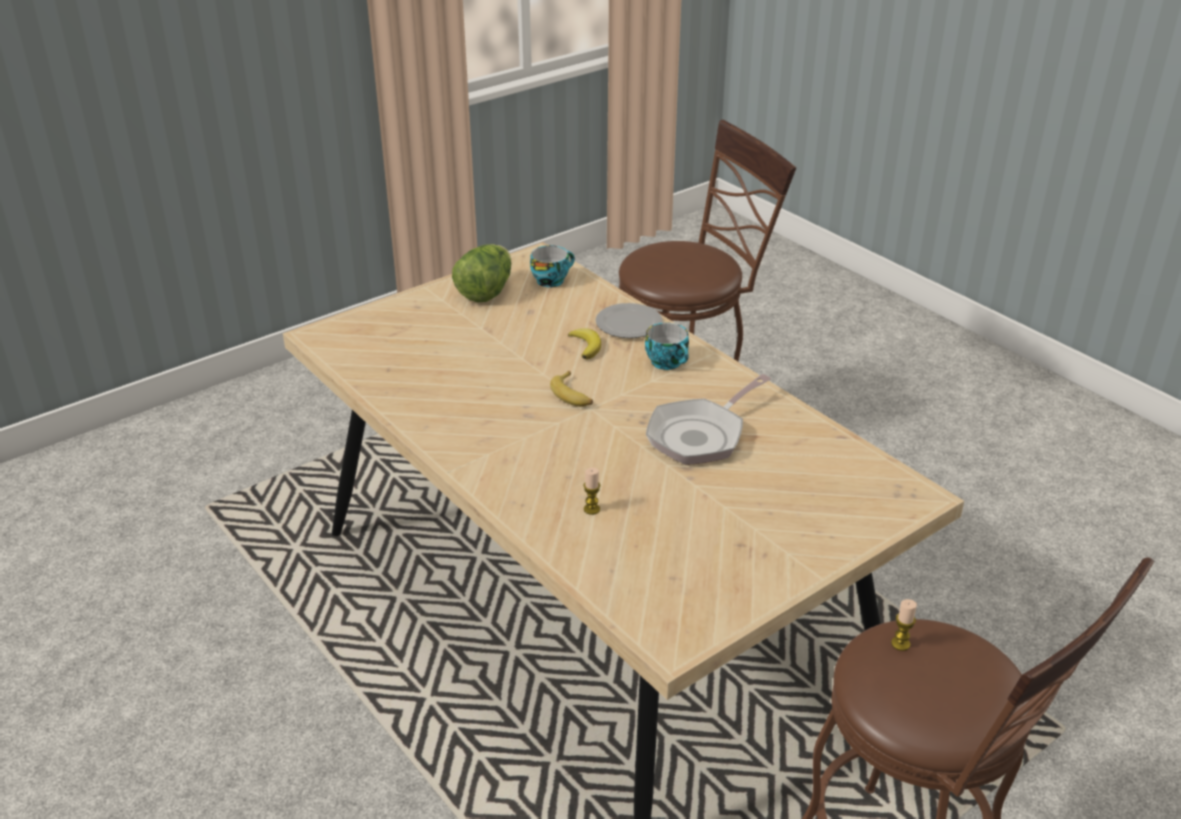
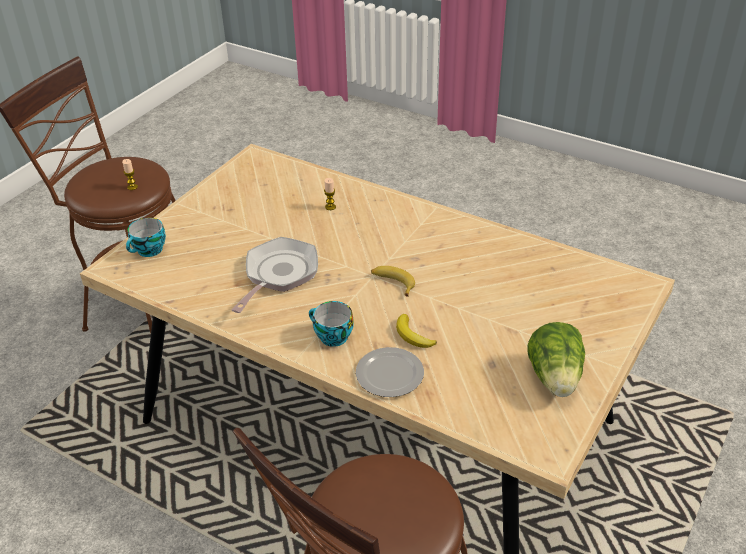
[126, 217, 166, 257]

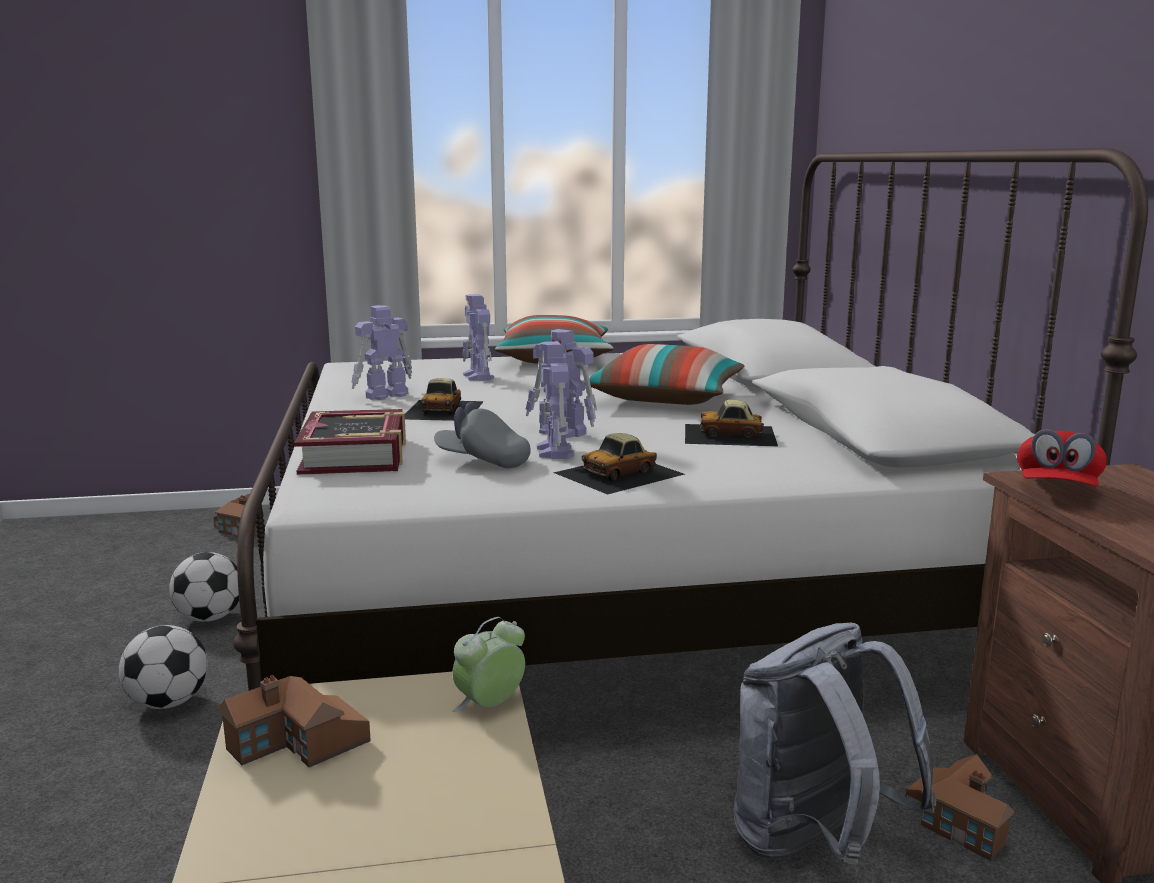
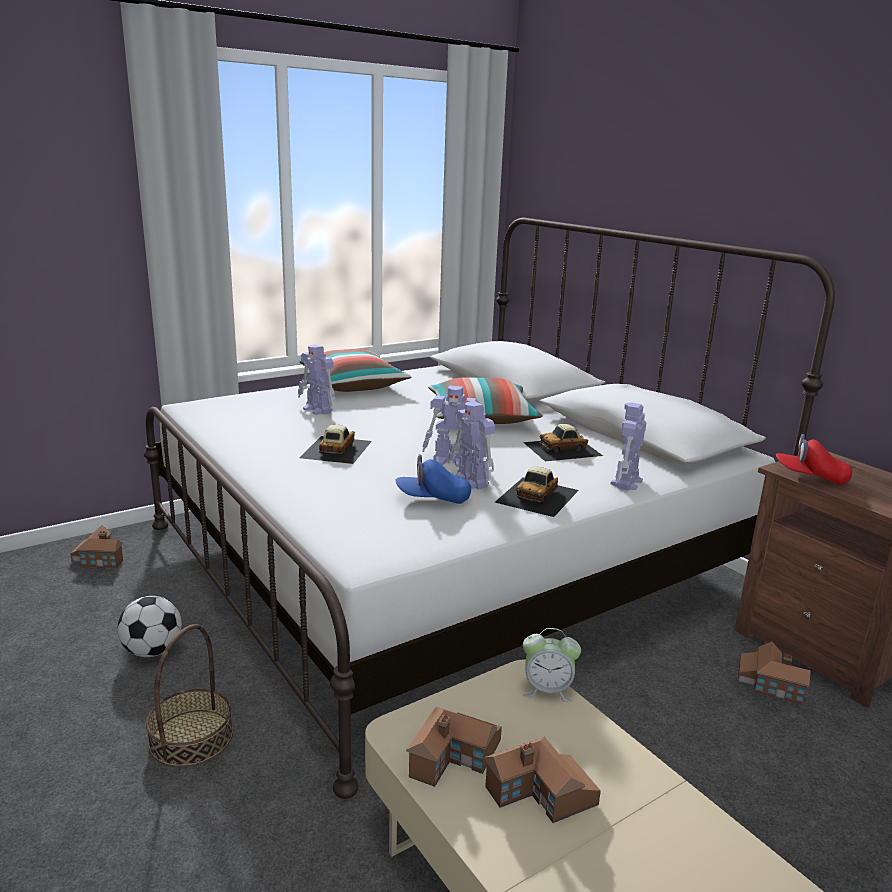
[146, 624, 233, 767]
[300, 425, 372, 464]
[395, 454, 471, 504]
[484, 737, 601, 823]
[523, 628, 581, 702]
[611, 403, 646, 491]
[776, 434, 852, 485]
[294, 409, 406, 475] (first image)
[733, 623, 937, 865] (first image)

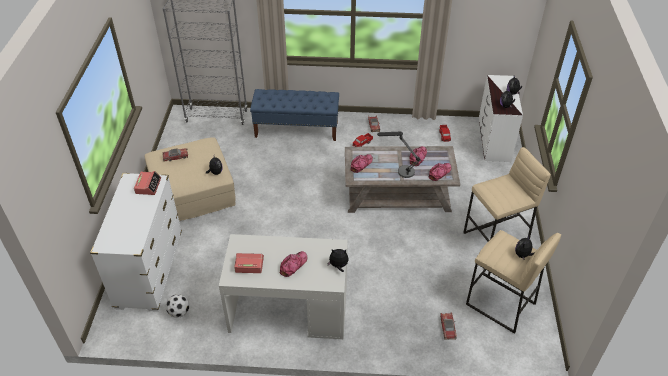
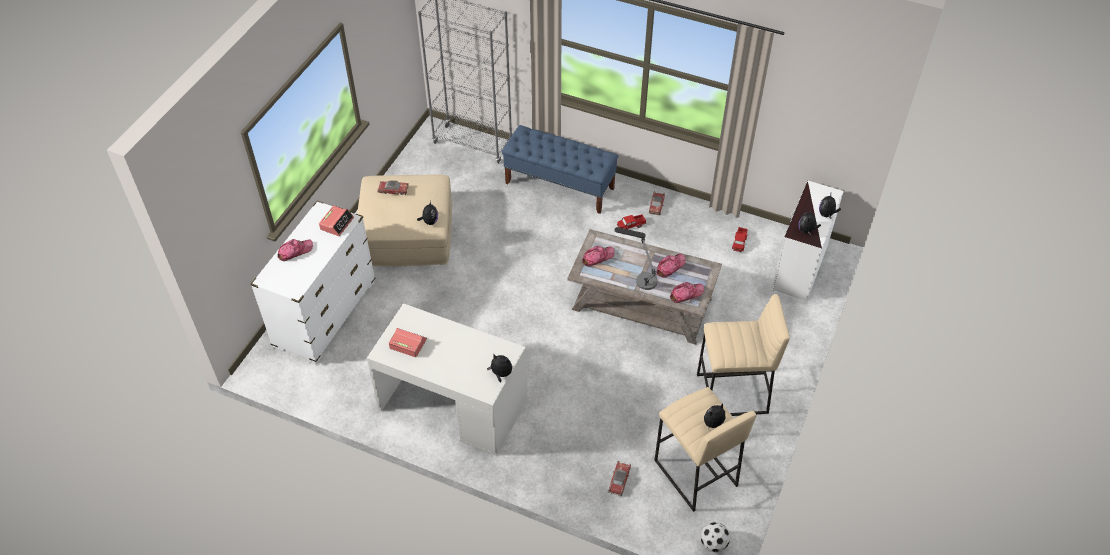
[278, 239, 313, 261]
[701, 522, 730, 552]

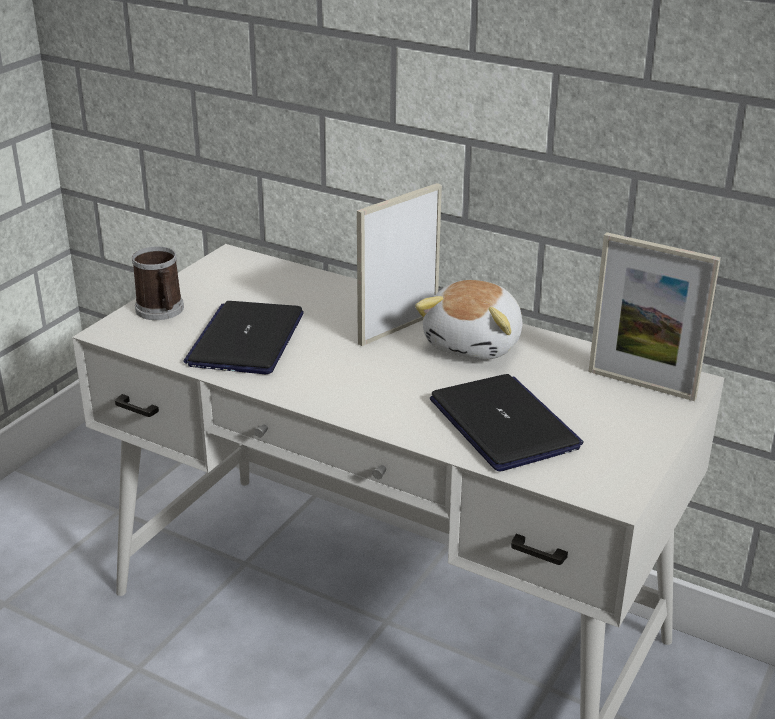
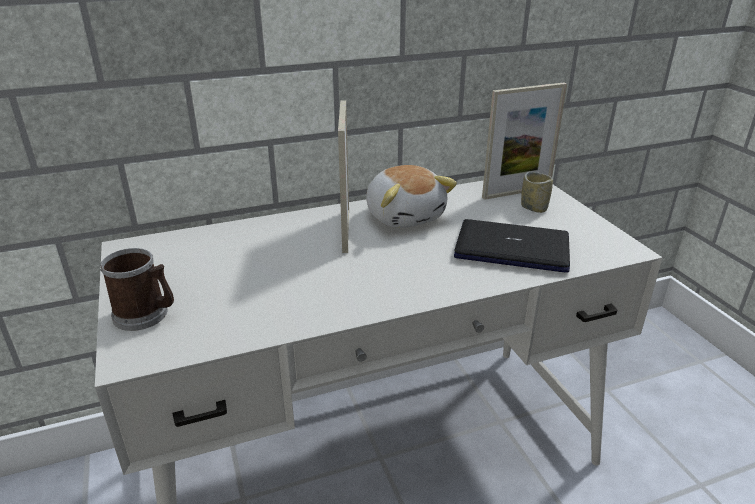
[521, 172, 553, 213]
[183, 301, 304, 374] (first image)

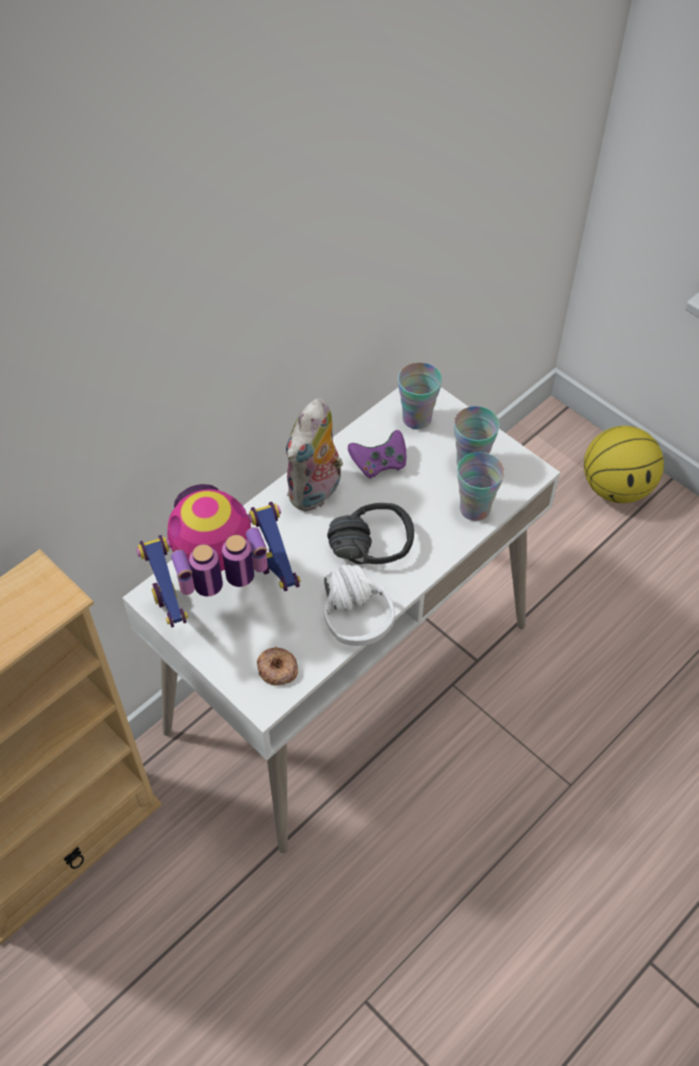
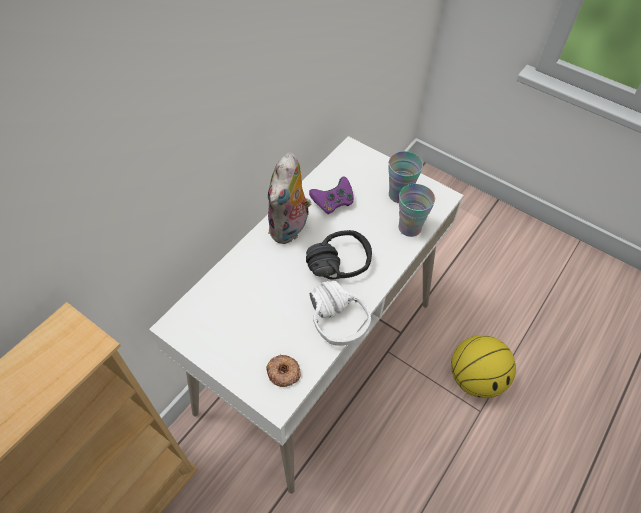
[451, 335, 516, 398]
[136, 484, 301, 628] (first image)
[398, 362, 442, 430] (first image)

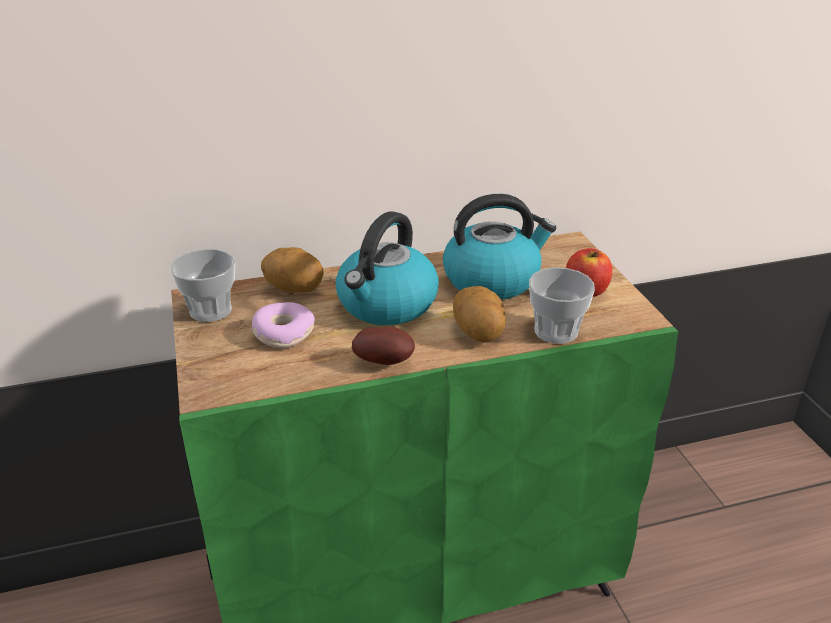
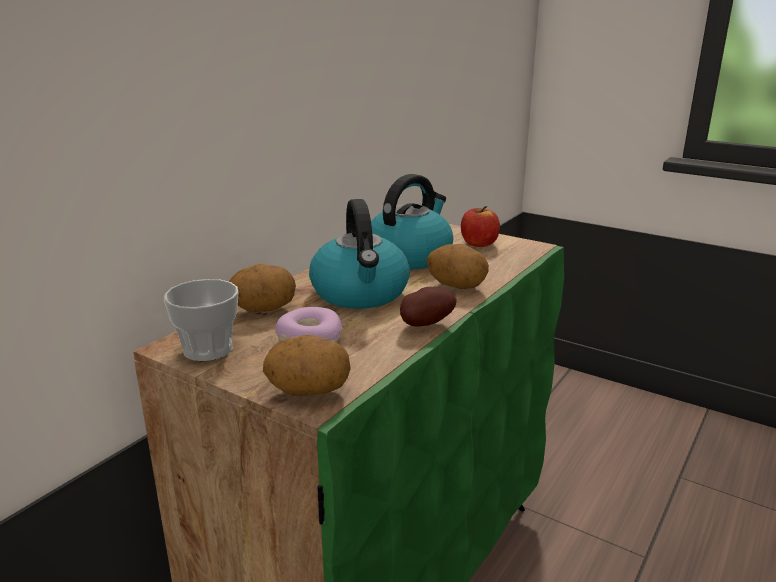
[263, 335, 351, 396]
[529, 267, 595, 344] (first image)

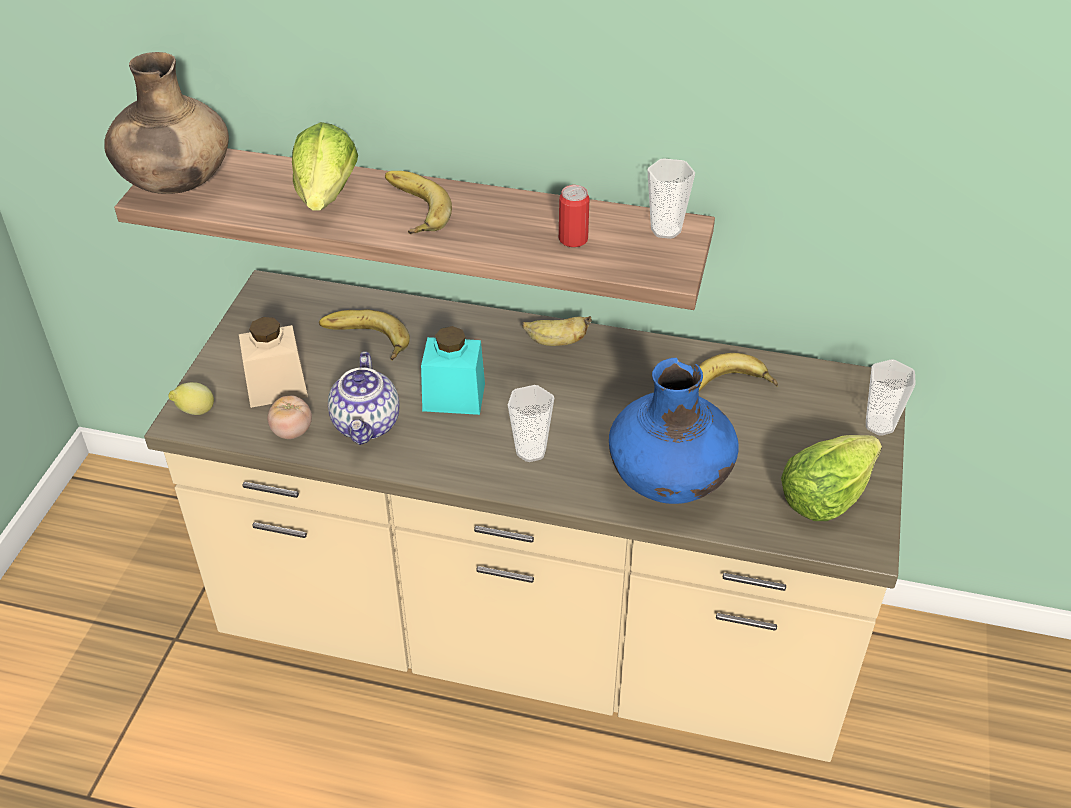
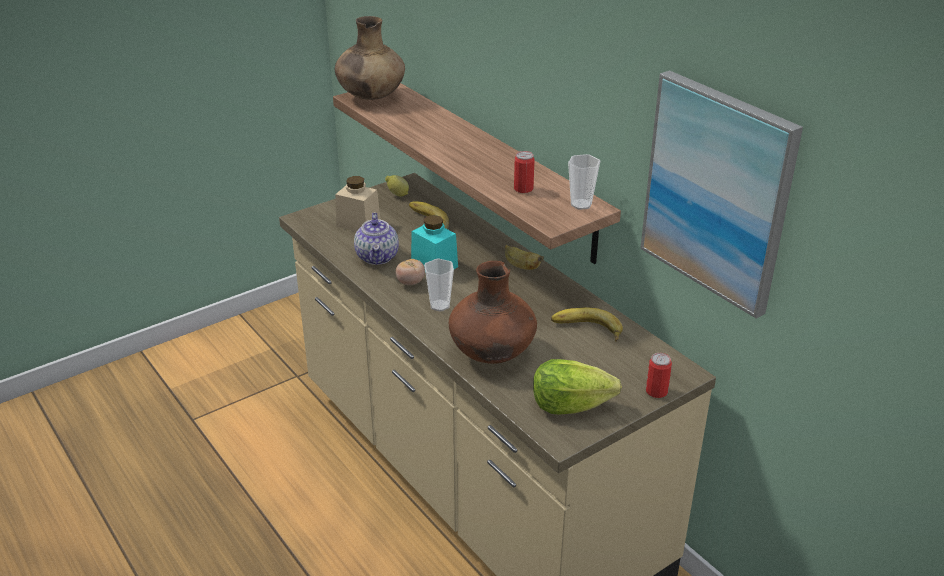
[354, 212, 399, 265]
[385, 175, 409, 196]
[396, 259, 425, 285]
[449, 261, 537, 364]
[640, 70, 803, 319]
[646, 353, 672, 398]
[292, 122, 358, 211] (first image)
[385, 171, 452, 234] (first image)

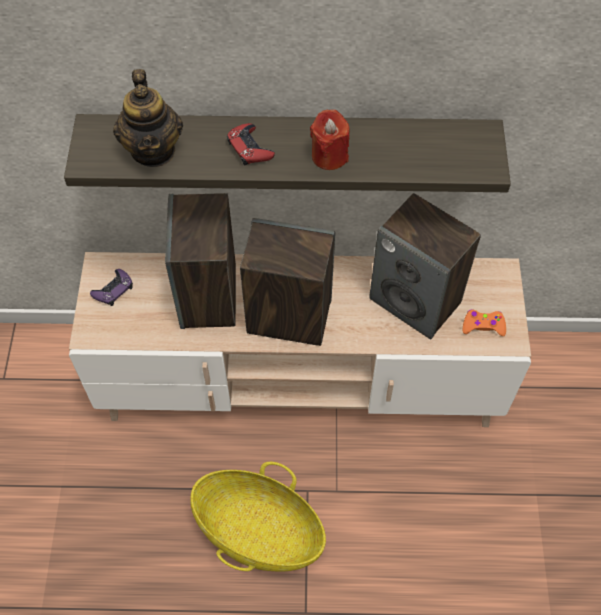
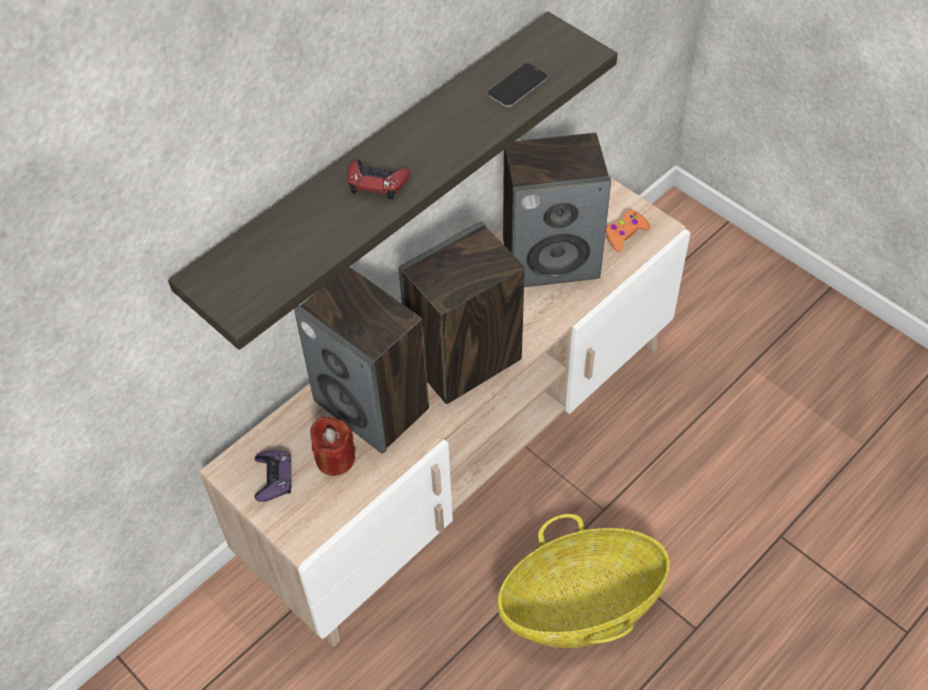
[310, 416, 356, 476]
[488, 63, 548, 107]
[113, 69, 183, 167] (first image)

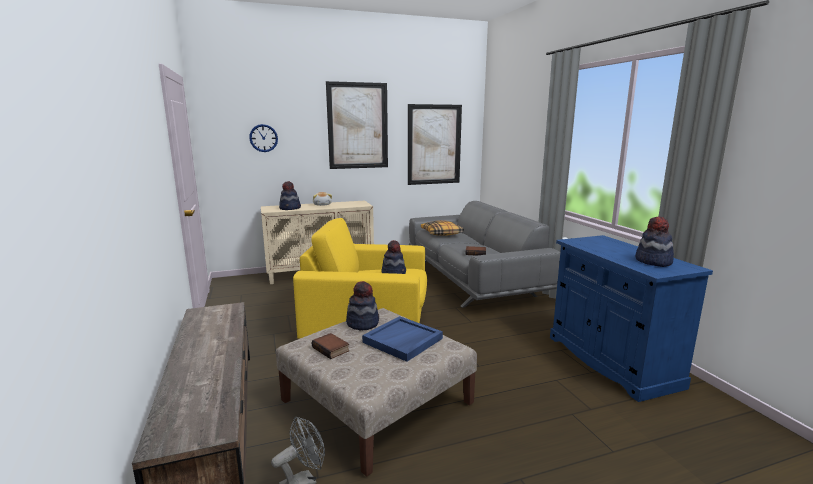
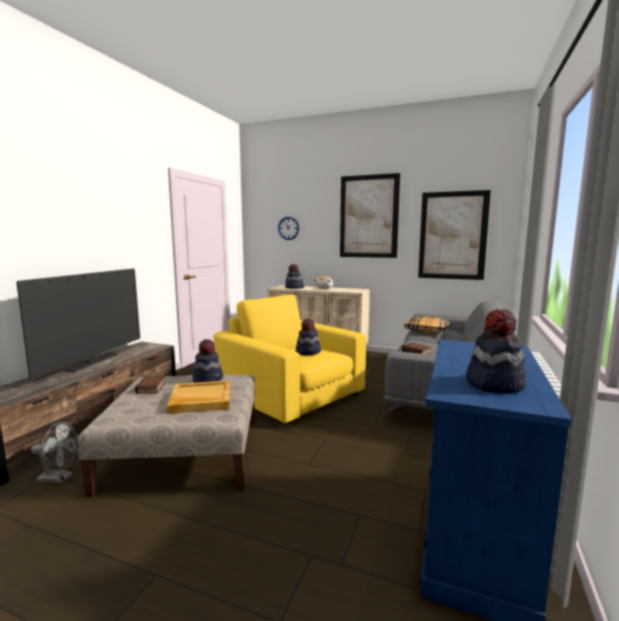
[16, 269, 140, 379]
[167, 380, 230, 414]

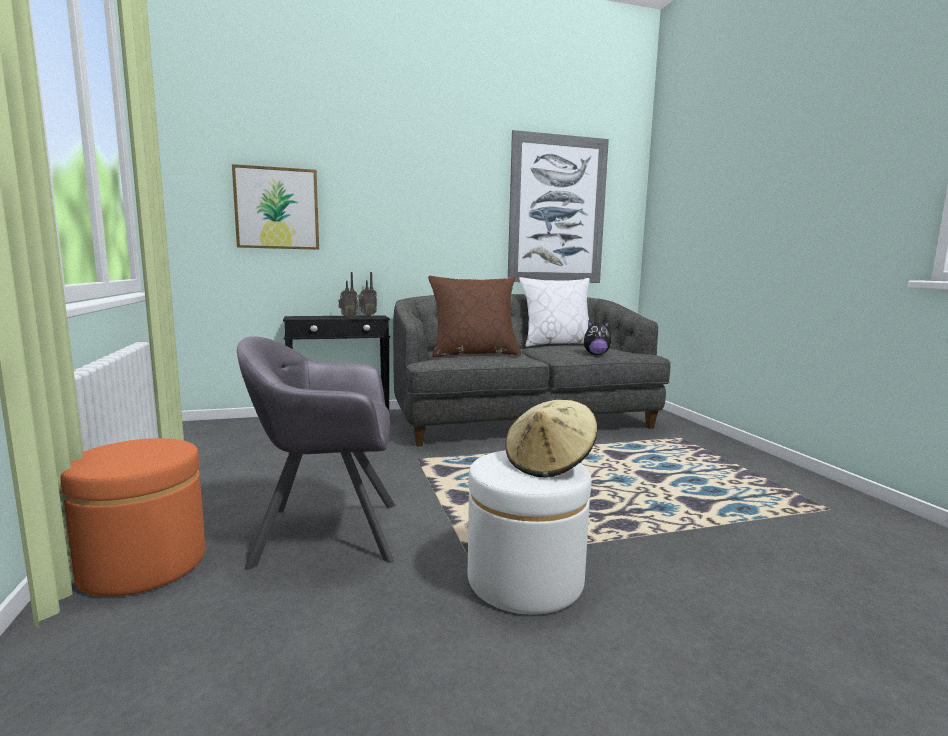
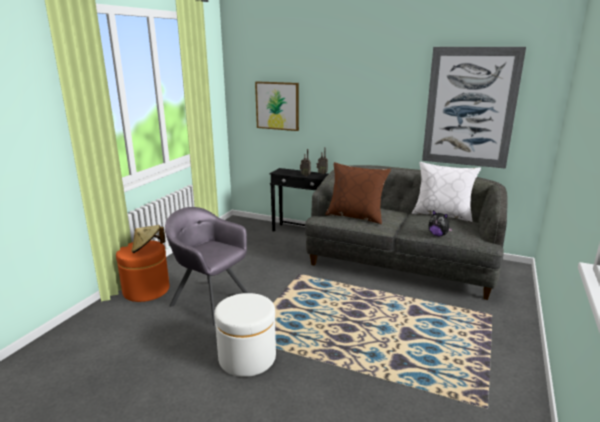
[132, 225, 165, 253]

